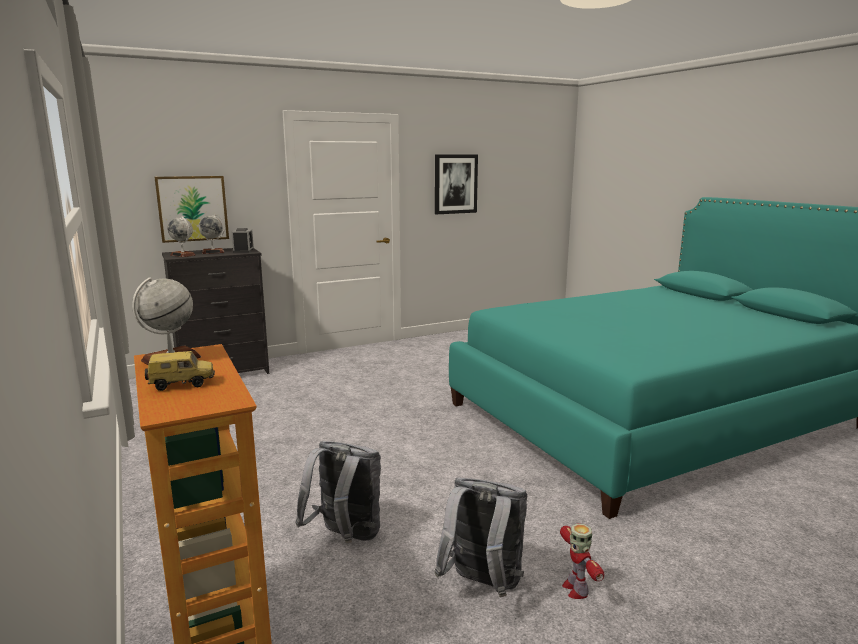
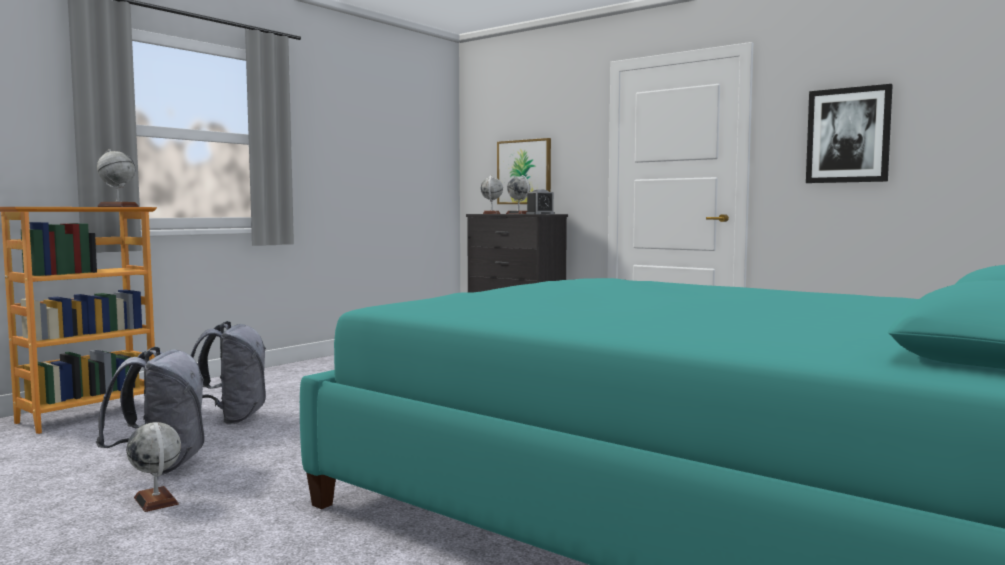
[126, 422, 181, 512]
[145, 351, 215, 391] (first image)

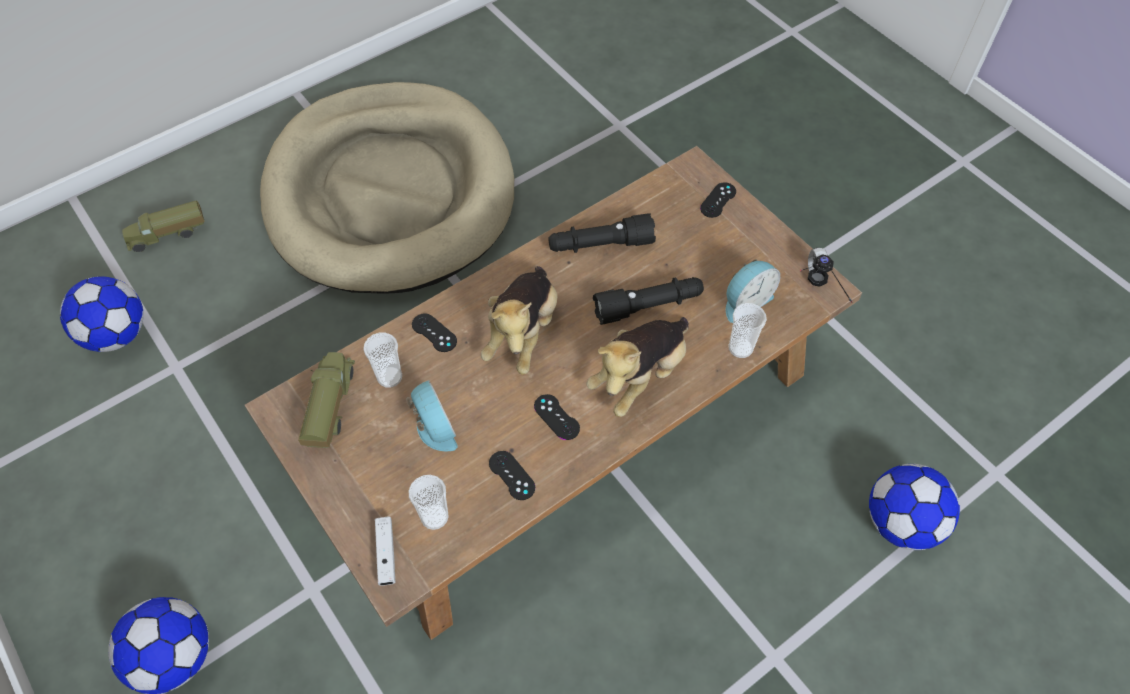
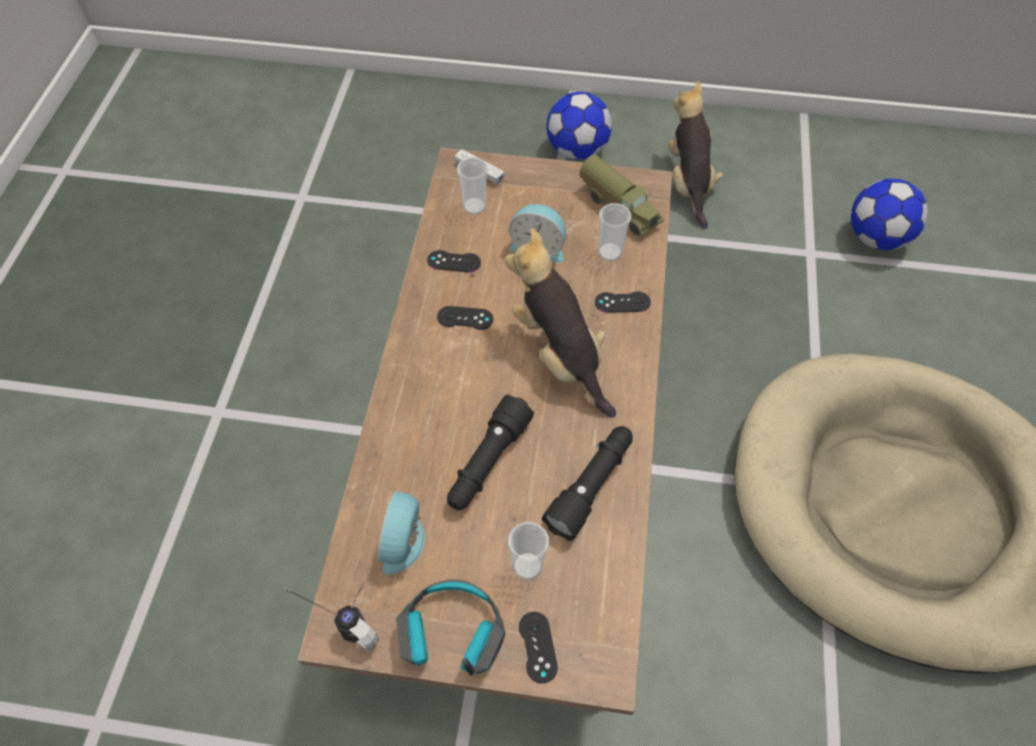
[396, 579, 506, 676]
[508, 522, 549, 580]
[668, 81, 723, 229]
[122, 200, 205, 252] (first image)
[869, 464, 960, 550] (first image)

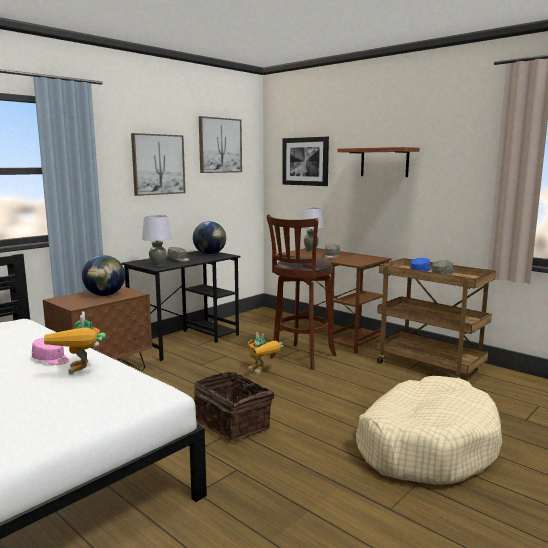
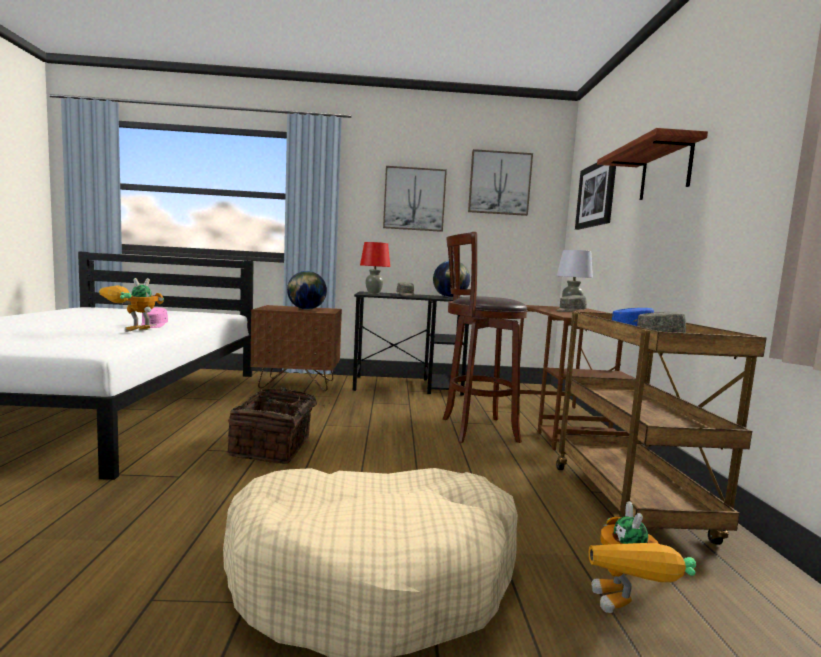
[360, 242, 390, 294]
[589, 501, 696, 613]

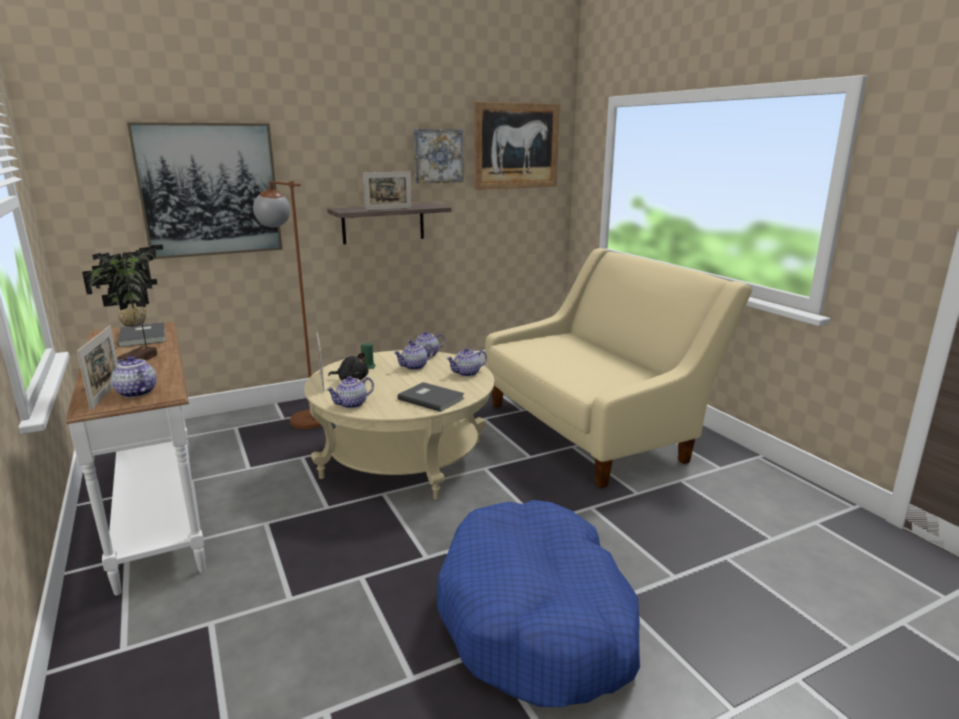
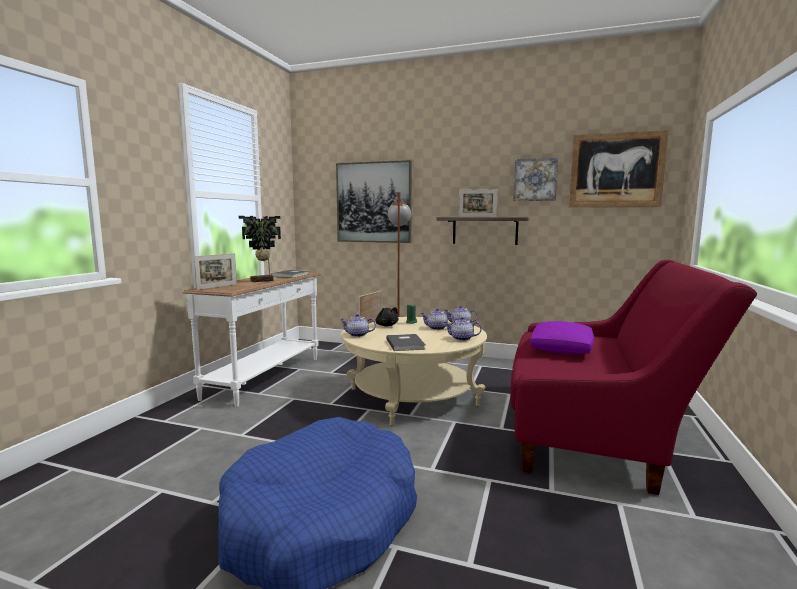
[511, 260, 757, 495]
[530, 321, 594, 354]
[112, 356, 157, 398] (first image)

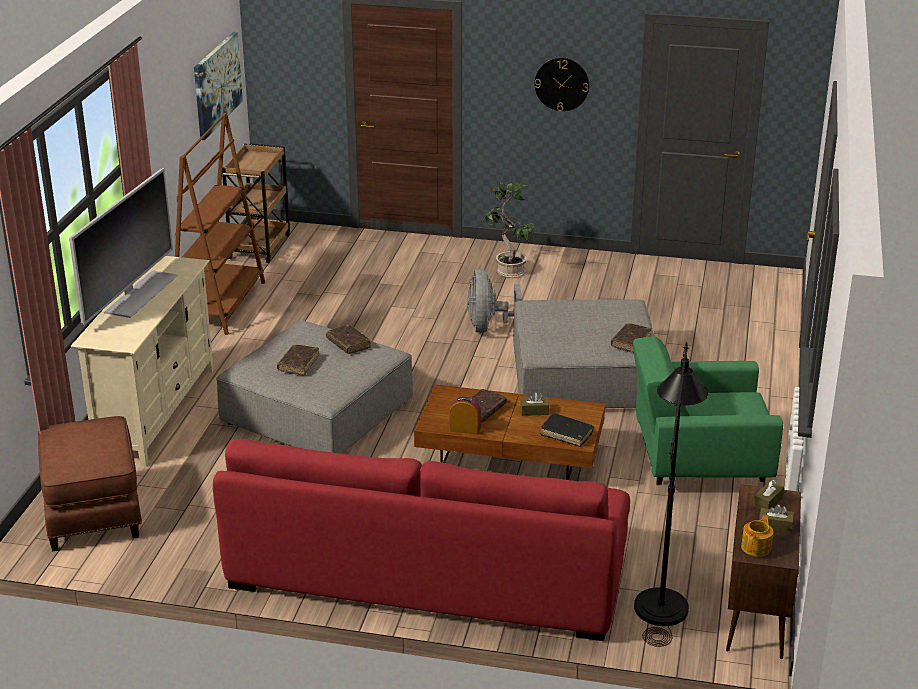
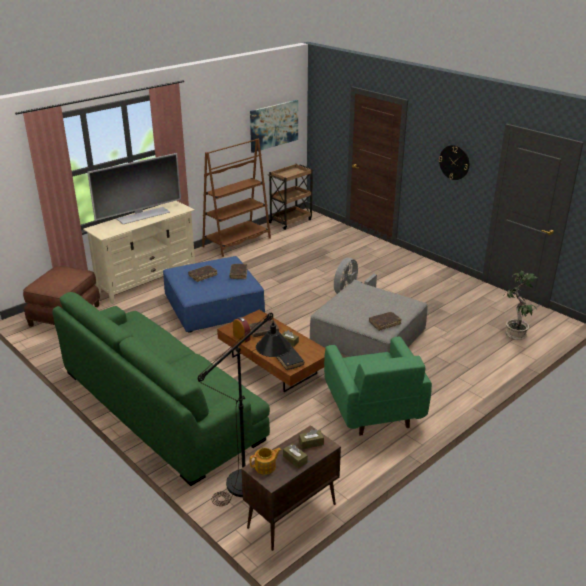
[52, 292, 270, 486]
[163, 256, 265, 333]
[324, 337, 432, 436]
[503, 271, 537, 340]

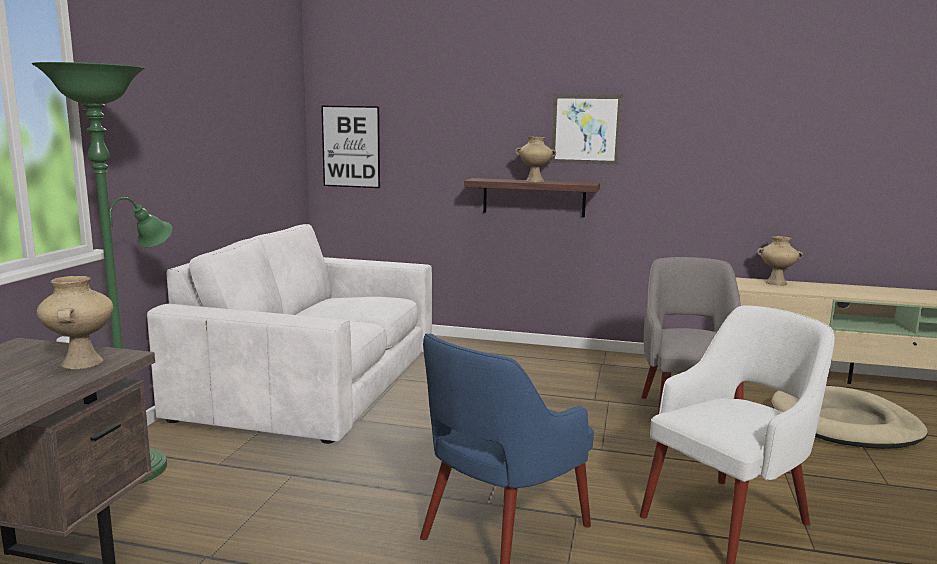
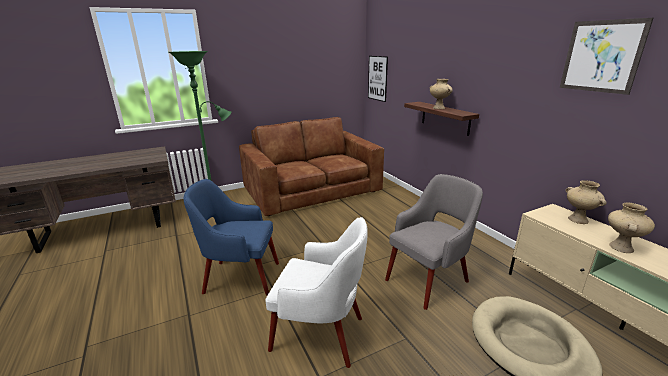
[239, 117, 384, 216]
[560, 18, 653, 95]
[608, 202, 655, 253]

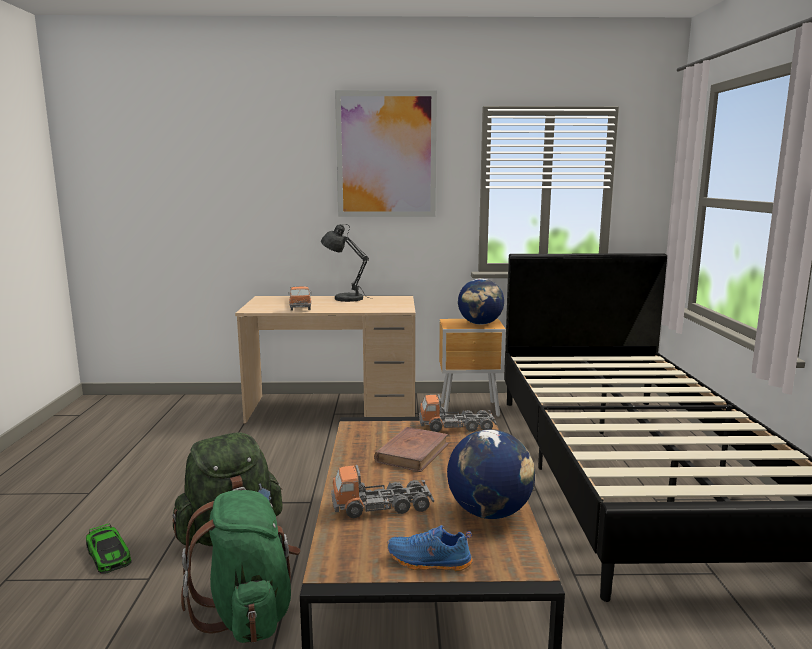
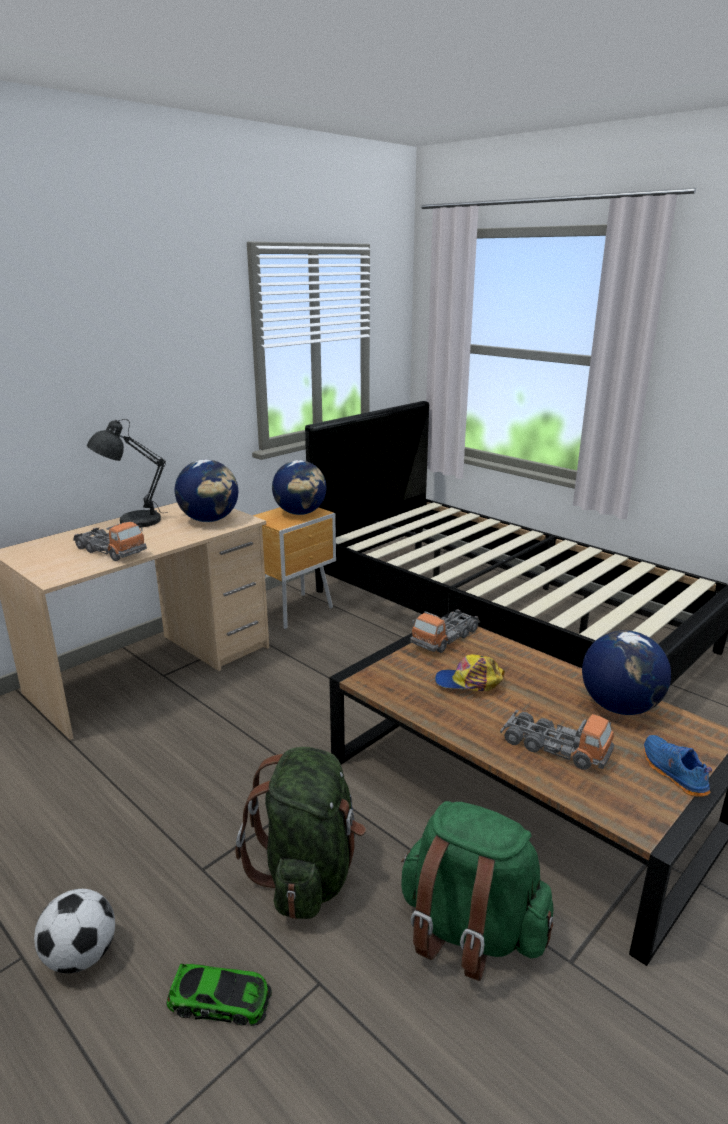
[34, 889, 115, 973]
[175, 460, 238, 522]
[435, 654, 505, 691]
[500, 710, 614, 770]
[644, 735, 712, 797]
[335, 90, 437, 217] (first image)

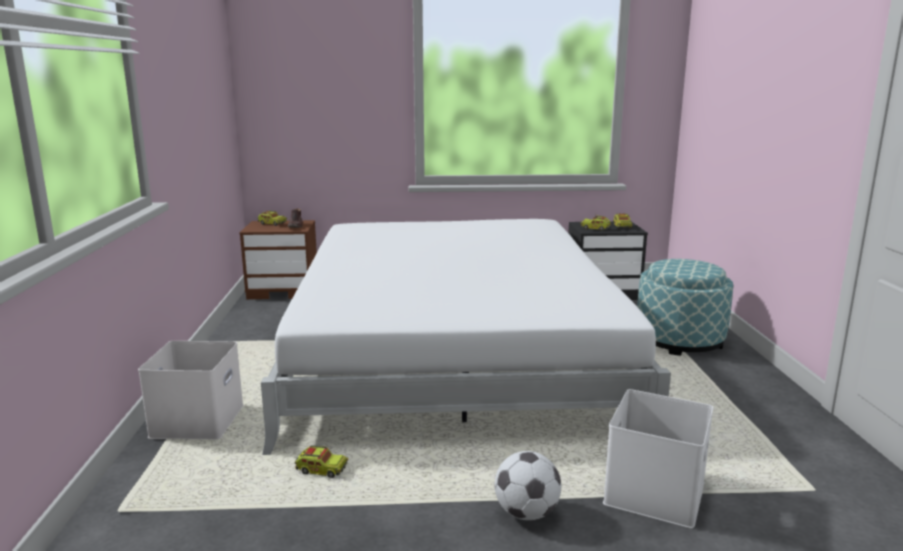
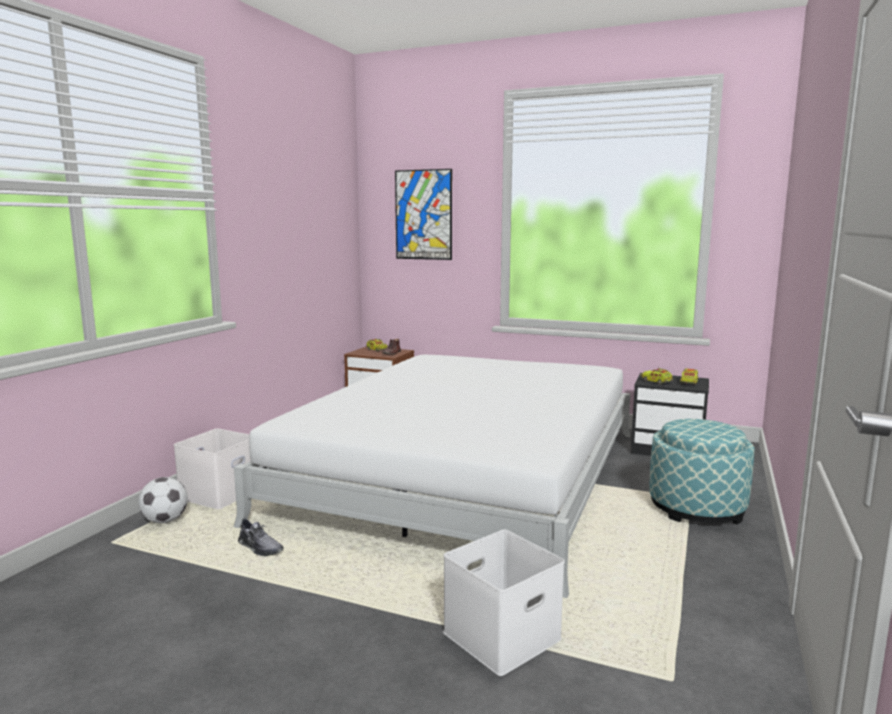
[138, 477, 188, 524]
[238, 518, 283, 556]
[395, 169, 452, 260]

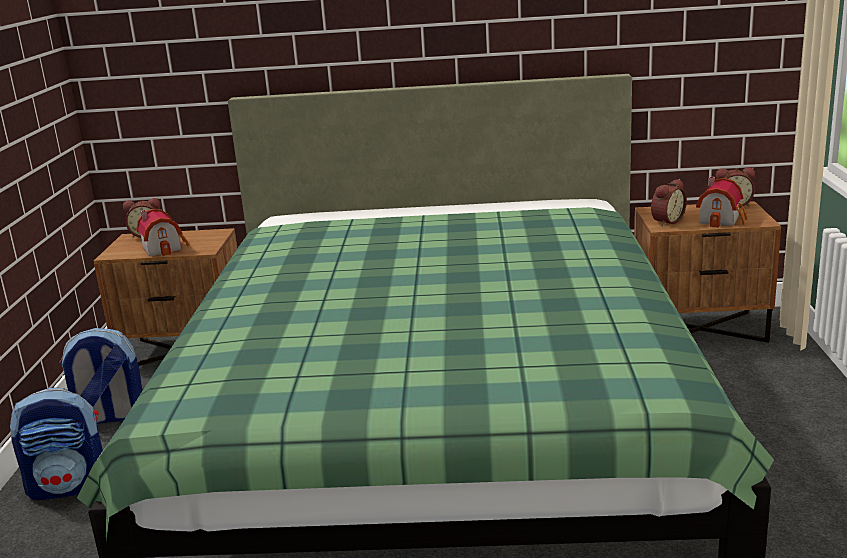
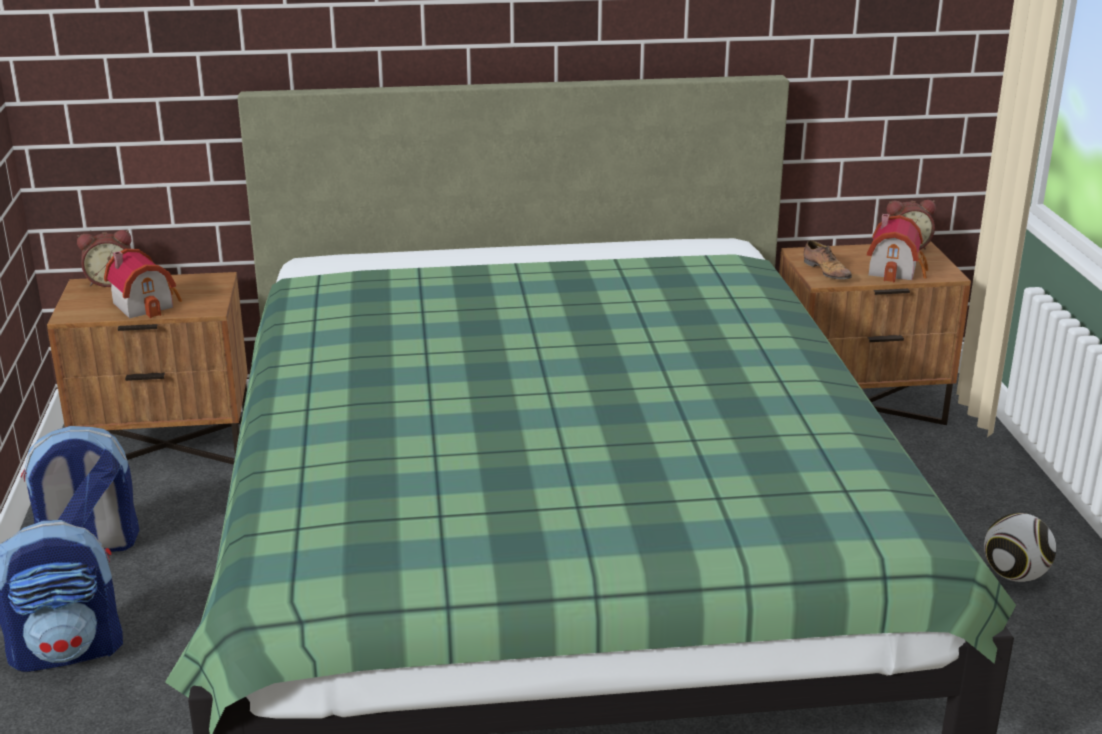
[804, 240, 852, 280]
[984, 513, 1056, 582]

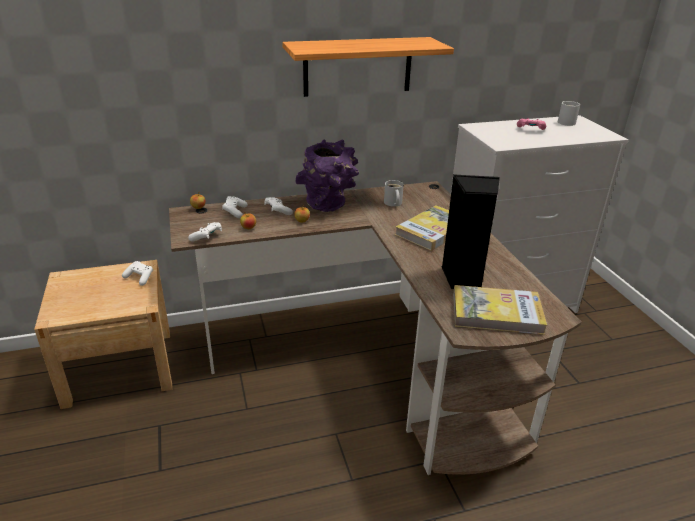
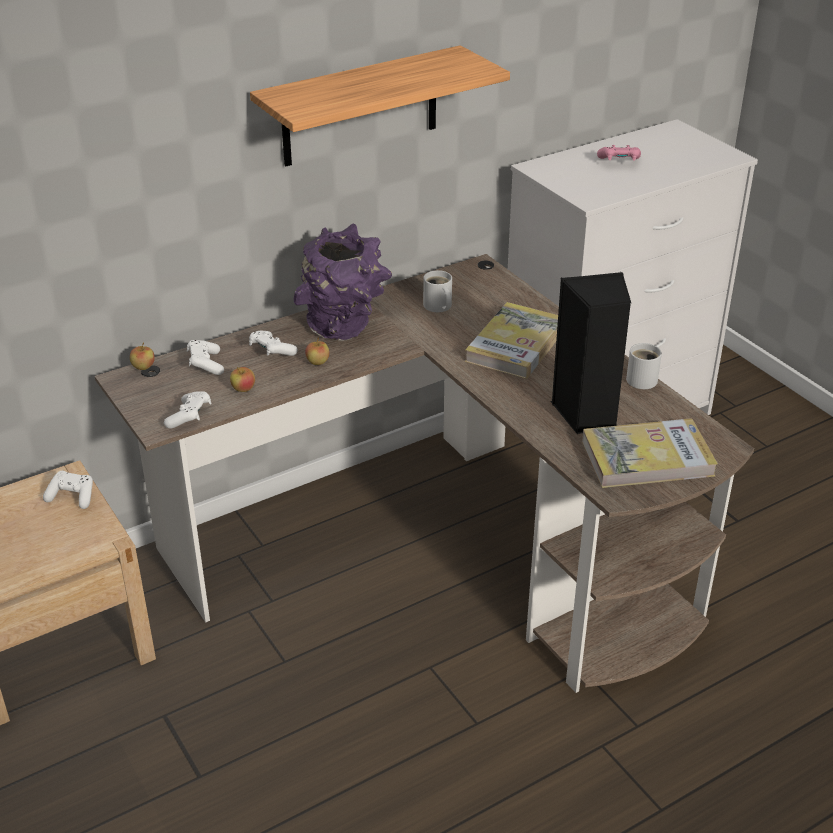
[626, 343, 662, 389]

